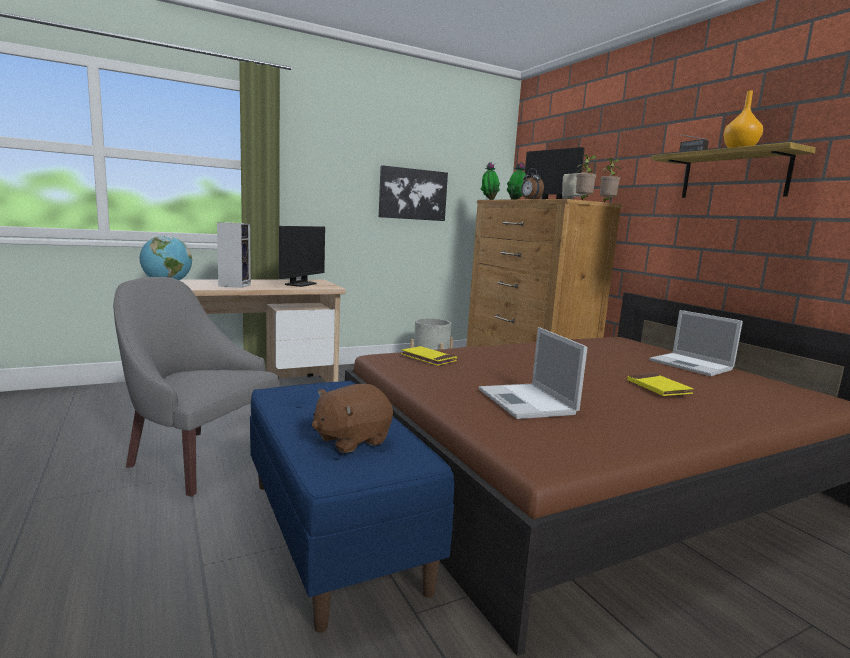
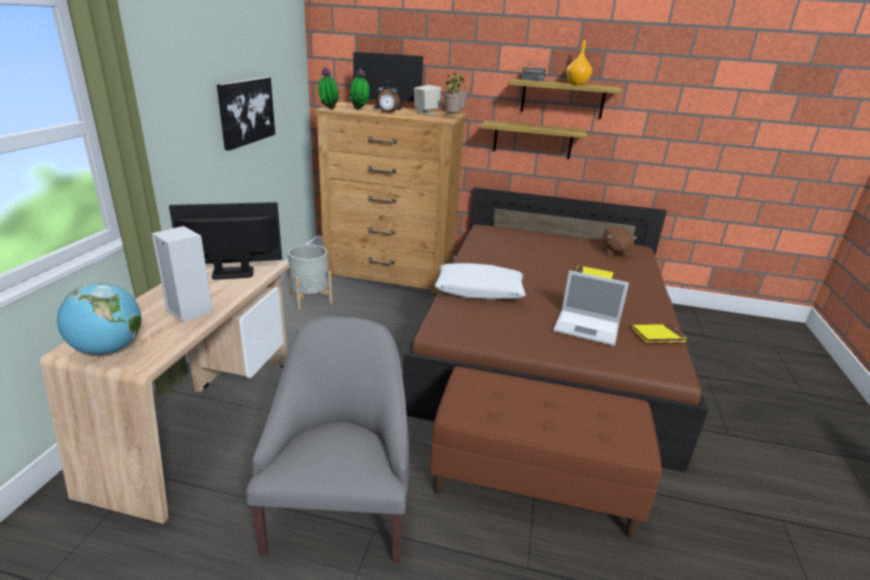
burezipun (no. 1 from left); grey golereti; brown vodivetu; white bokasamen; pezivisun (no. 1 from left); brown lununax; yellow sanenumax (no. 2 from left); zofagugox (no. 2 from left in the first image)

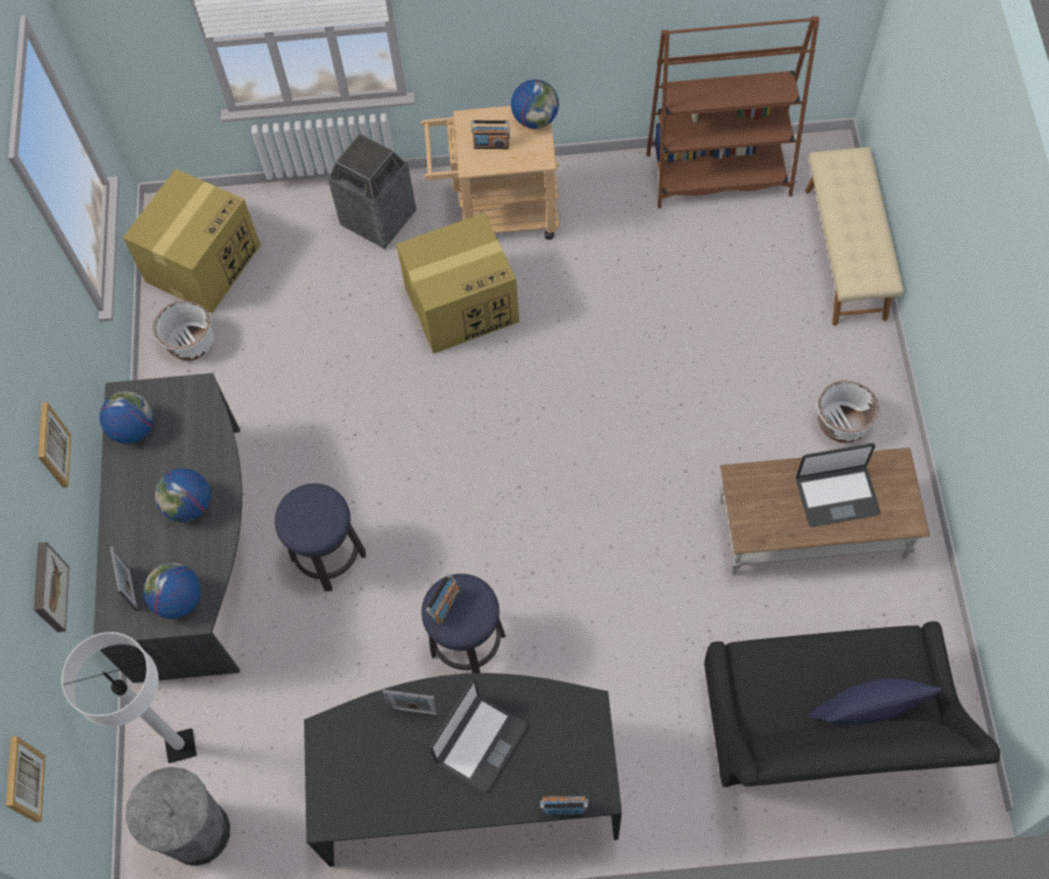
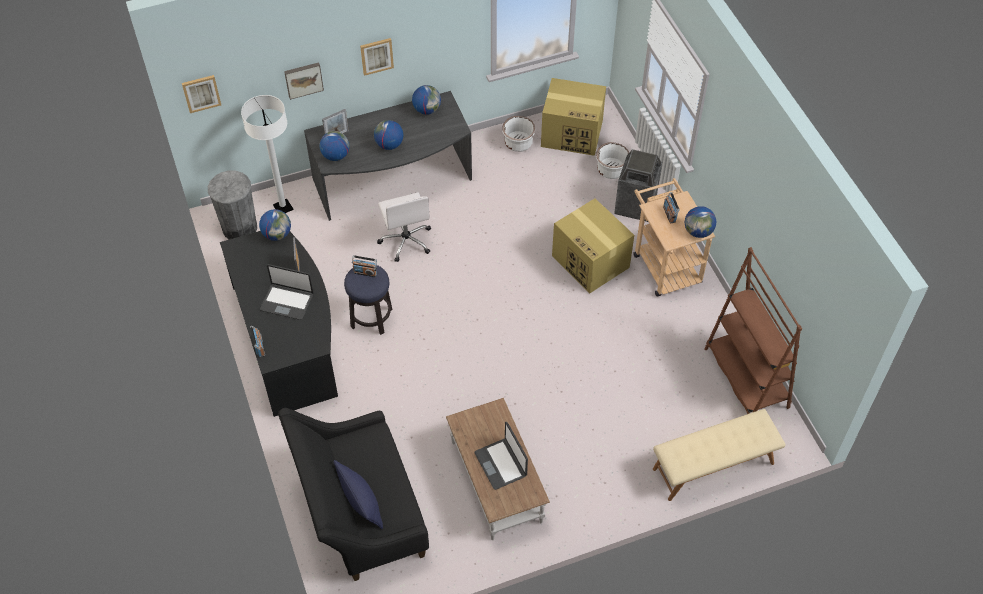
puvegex (no. 1 from left); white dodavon; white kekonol (no. 2 from left)

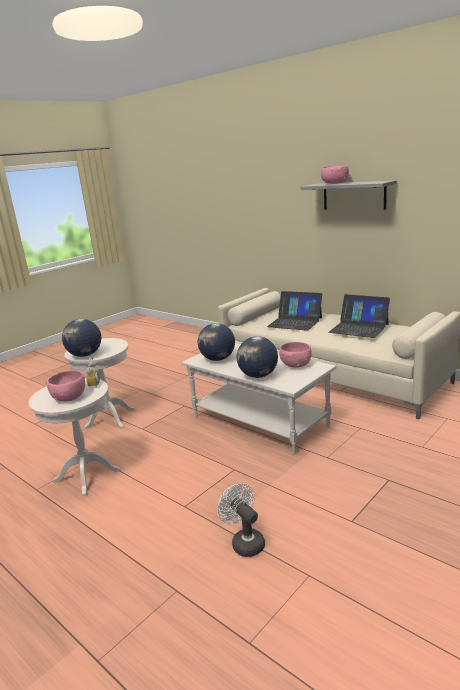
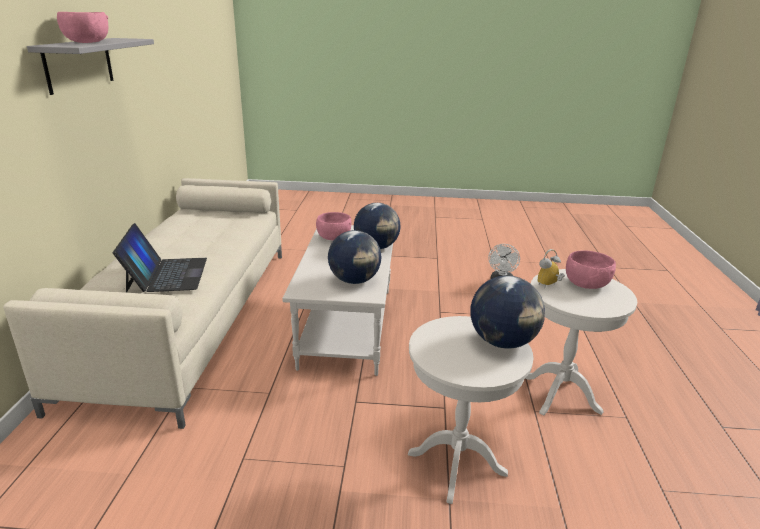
zofagugox (no. 2 from left in the first image)

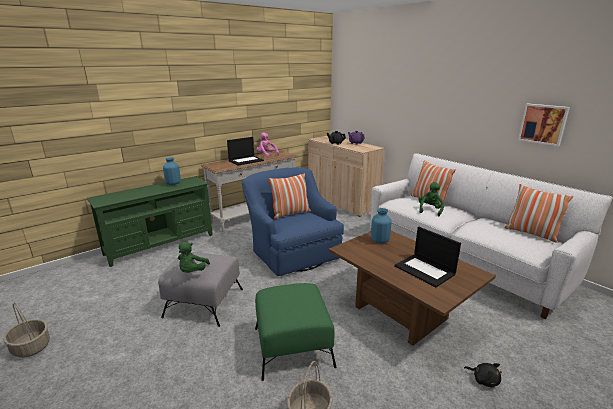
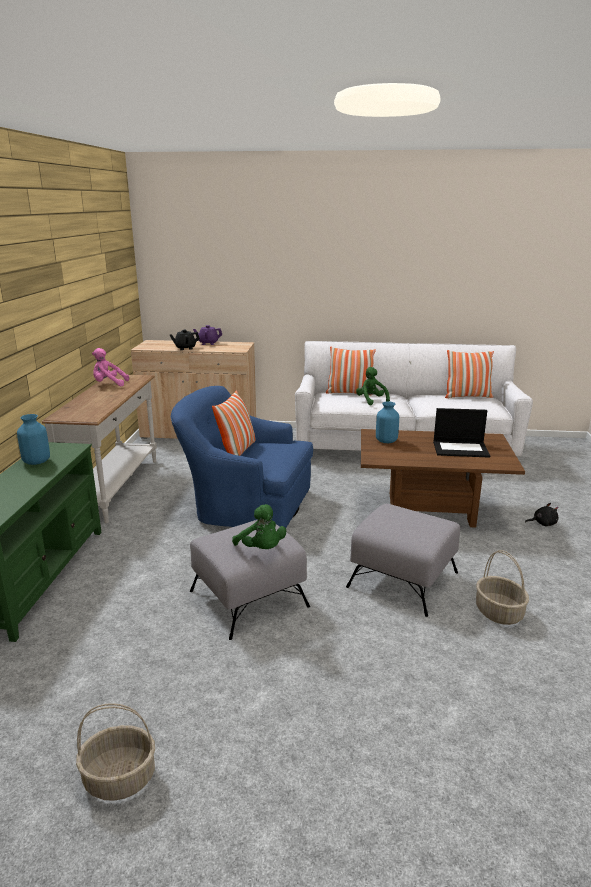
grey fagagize (no. 2 from left); zofagugox (no. 1 from left in the first image); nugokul

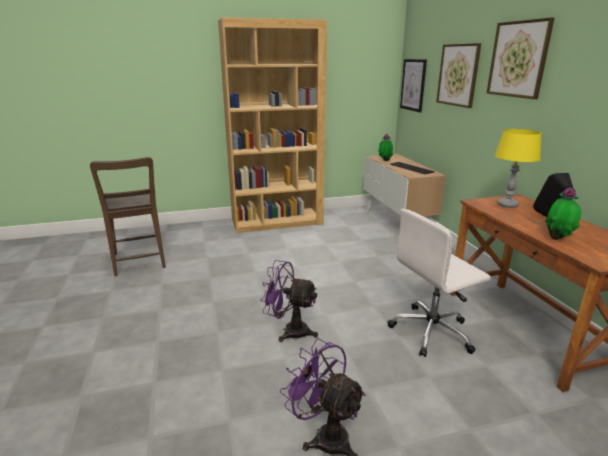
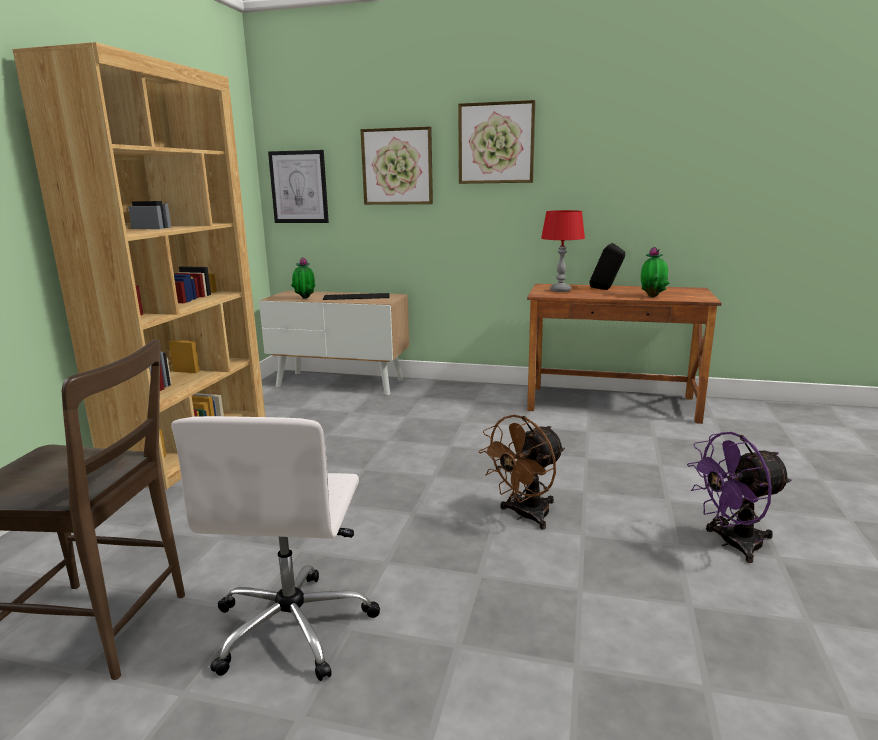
white dodavon; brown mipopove; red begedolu

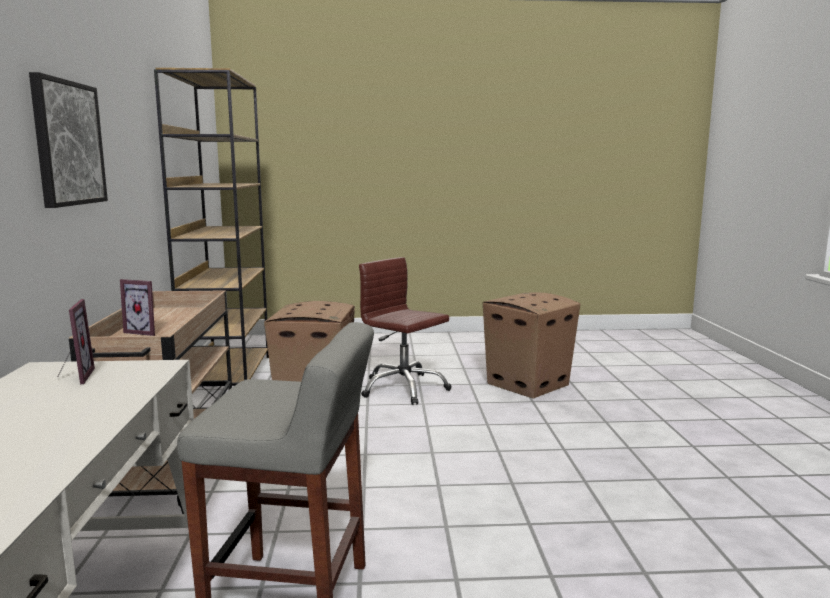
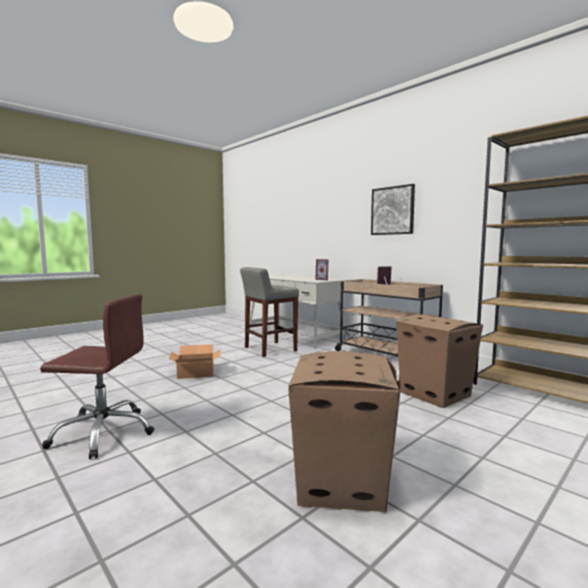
brown dodavon; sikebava (no. 1 from left)

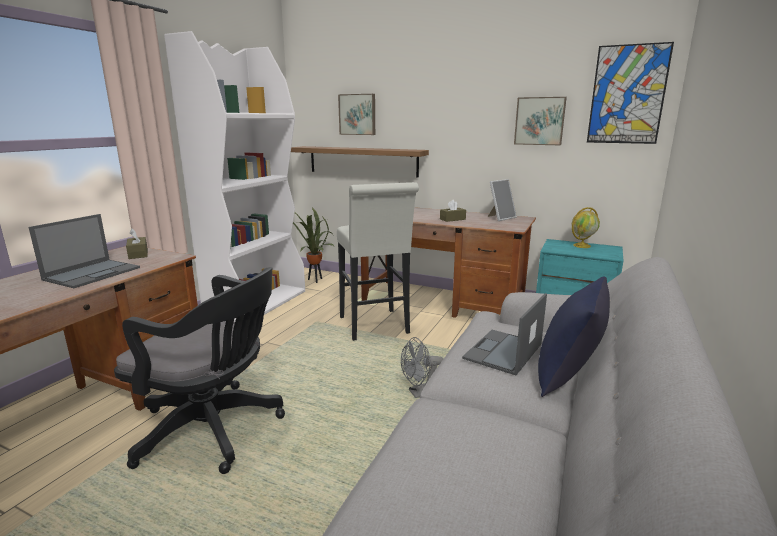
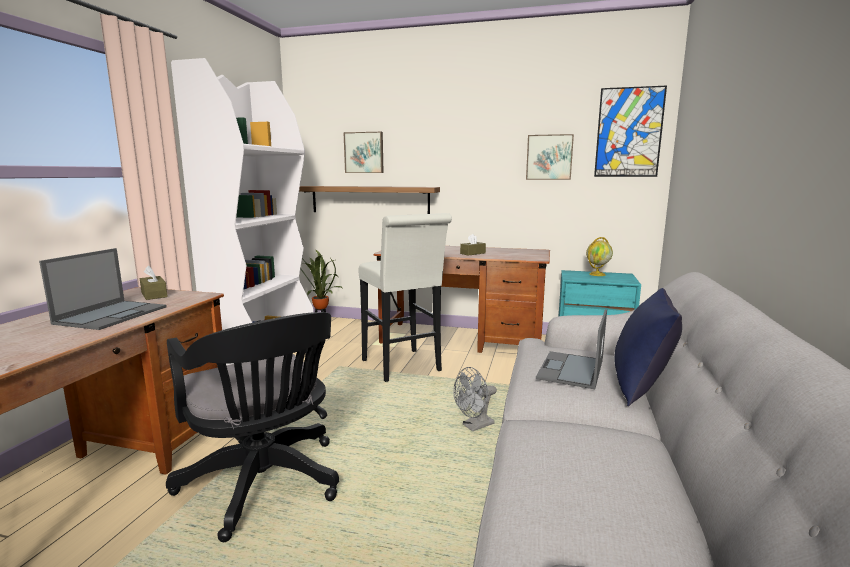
black dodavon; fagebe

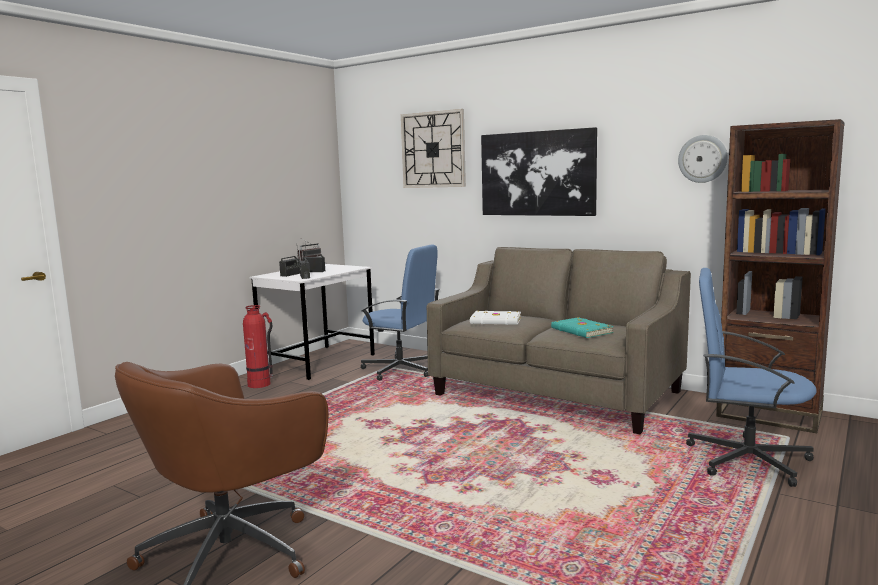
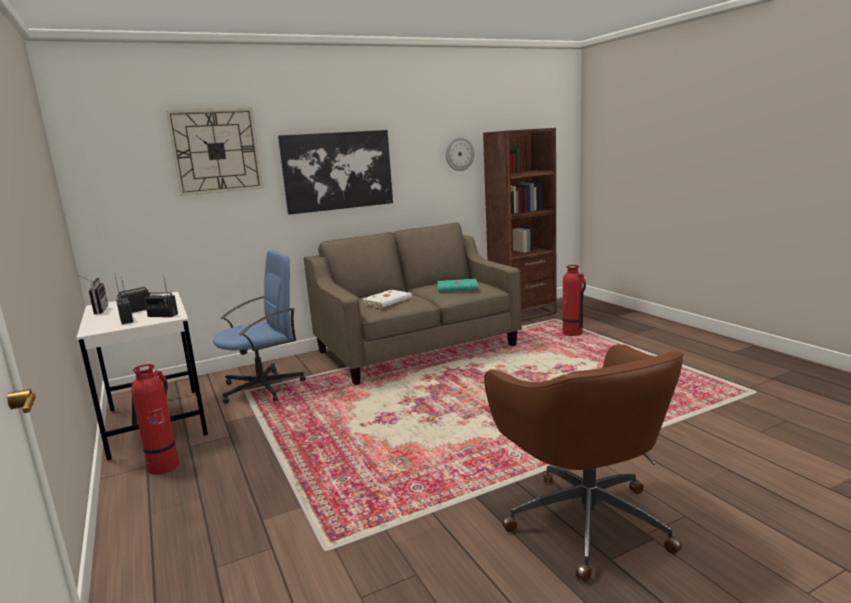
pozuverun (no. 2 from left)

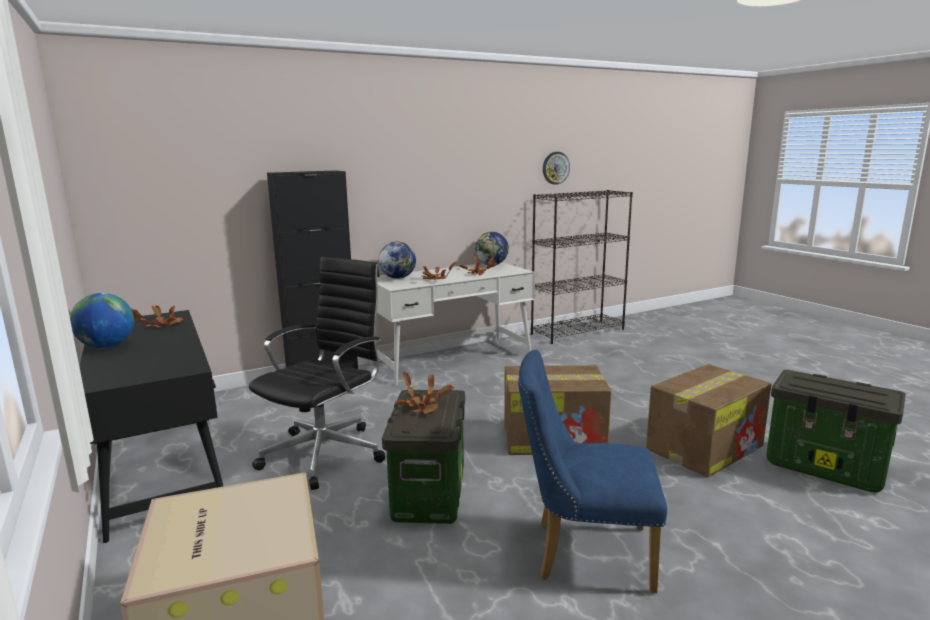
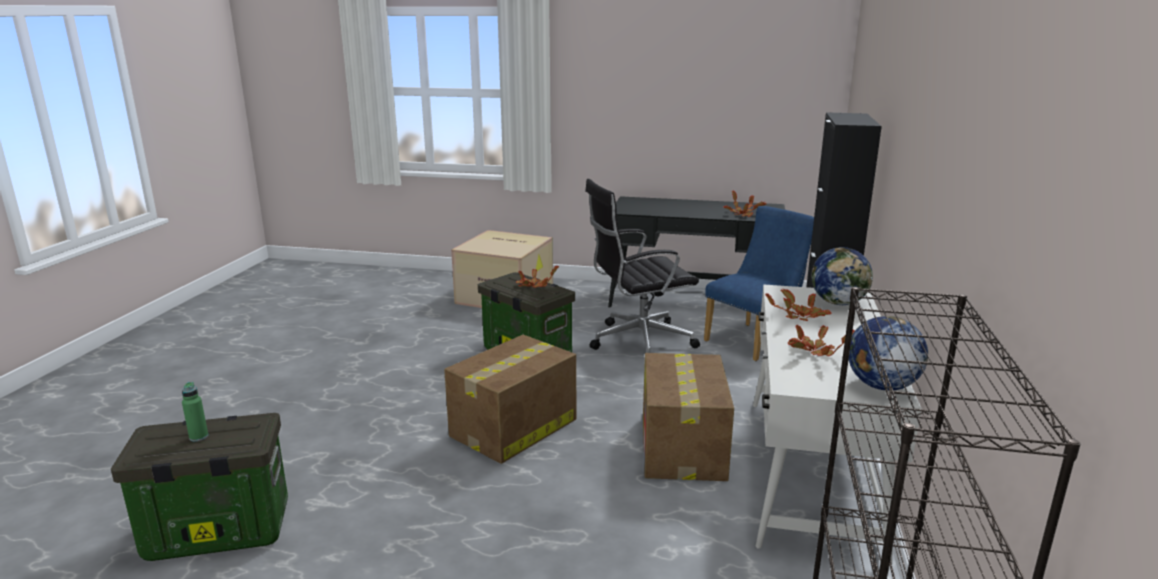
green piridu; black dodavon; sikebava (no. 3 from left); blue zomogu; puvegex (no. 1 from left in the first image); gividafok

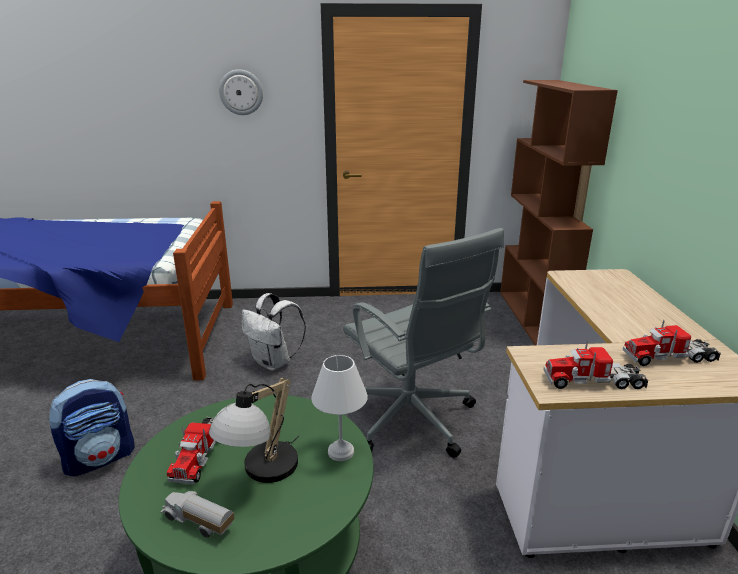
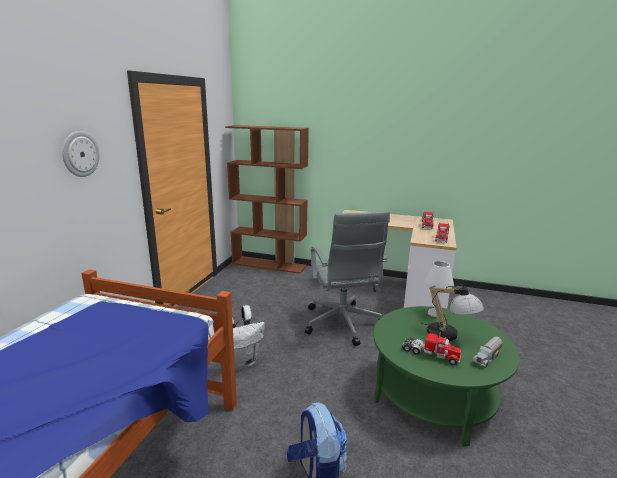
grey dodavon

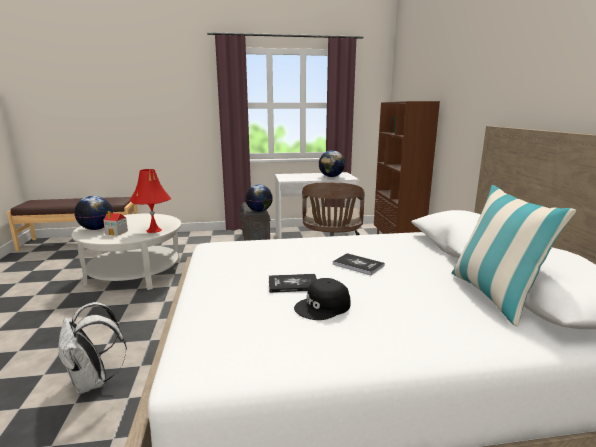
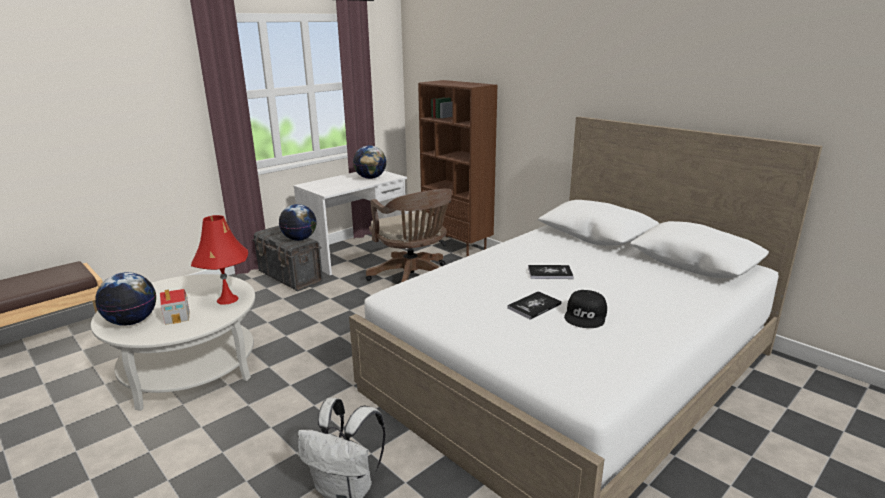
bokasamen

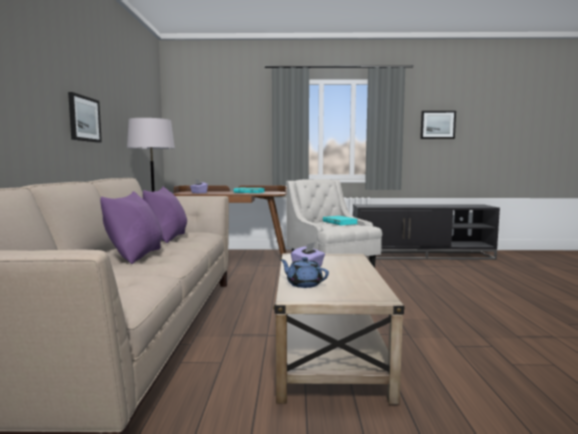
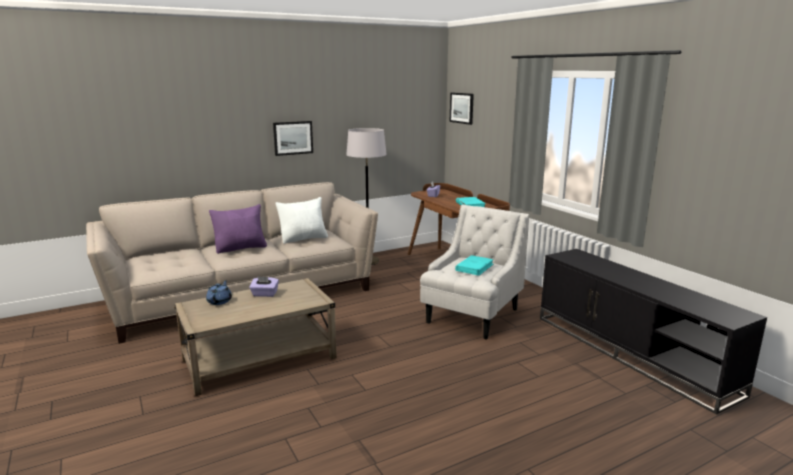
white bokasamen; nugokul (no. 2 from left)

